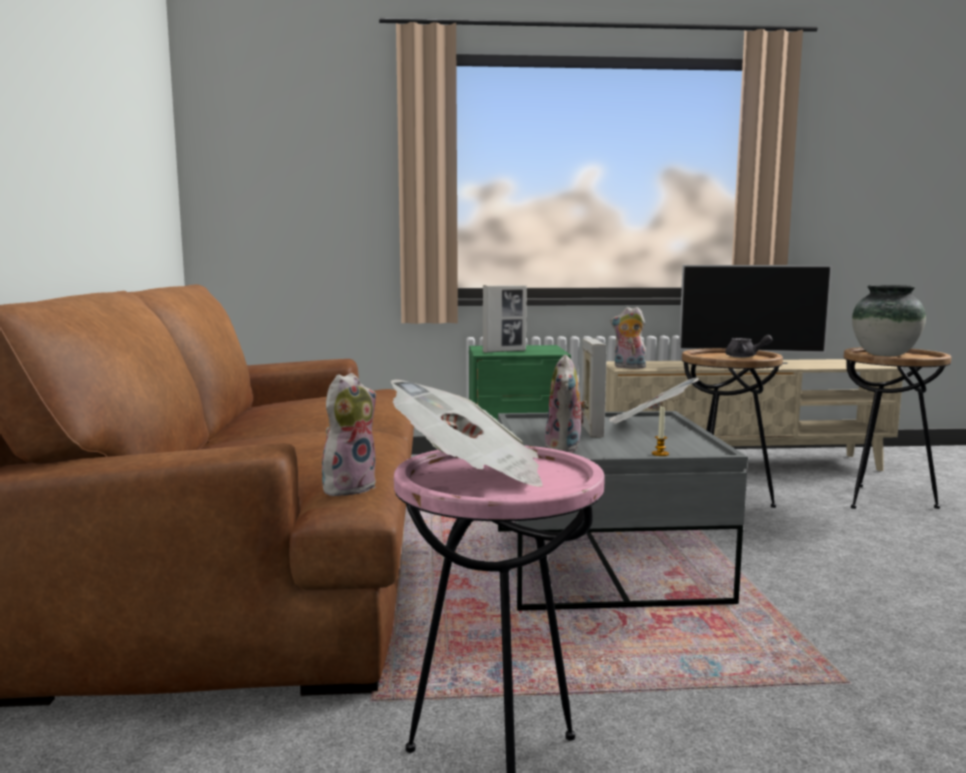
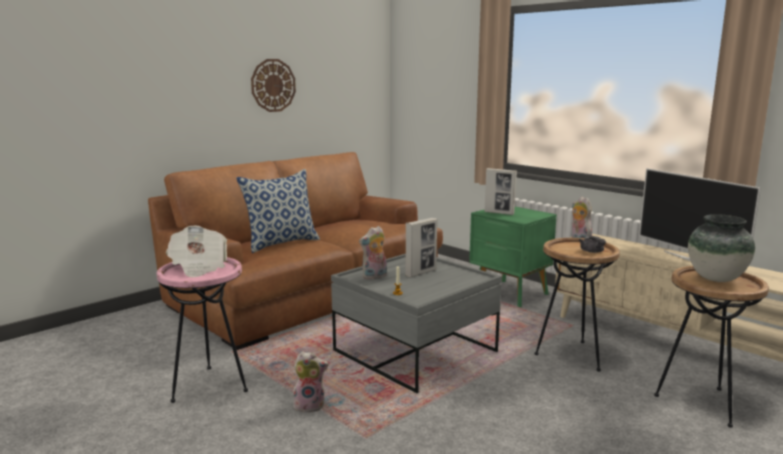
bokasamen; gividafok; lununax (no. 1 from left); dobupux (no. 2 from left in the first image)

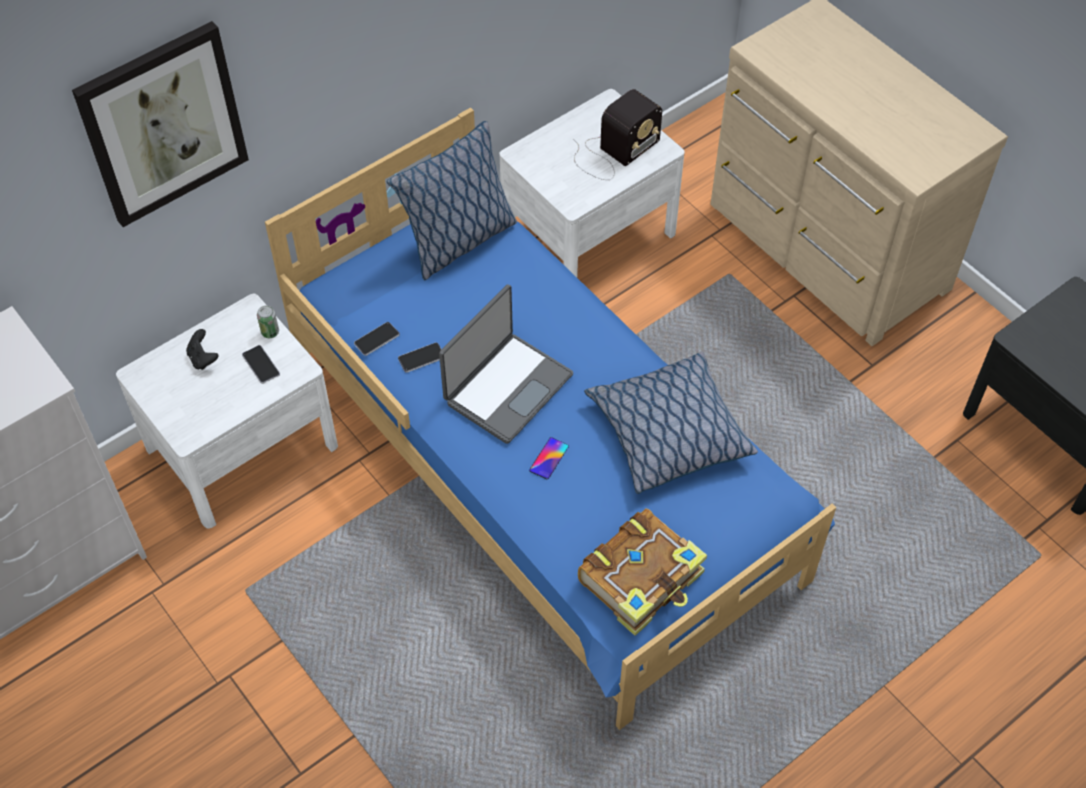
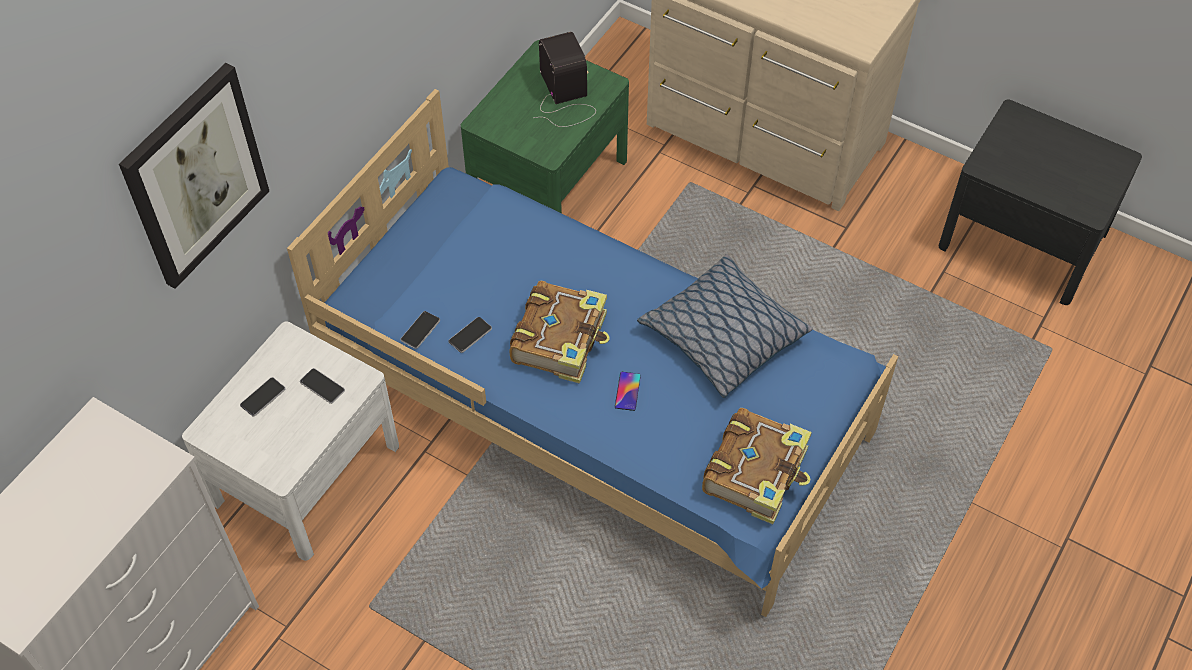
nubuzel (no. 1 from left); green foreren; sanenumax (no. 1 from left); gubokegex; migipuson; bokasamen (no. 1 from left in the first image)

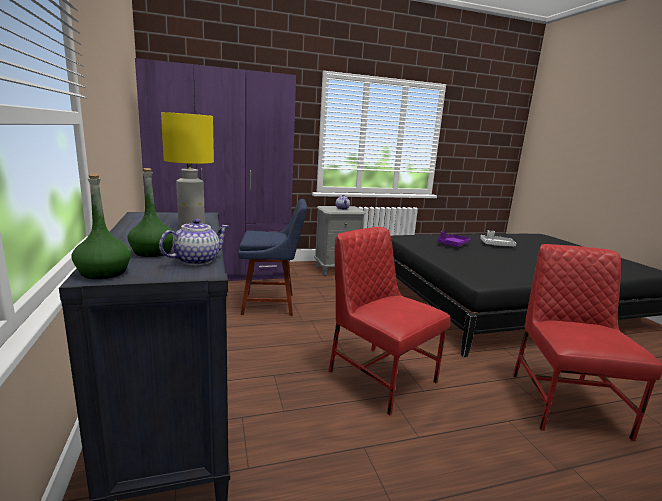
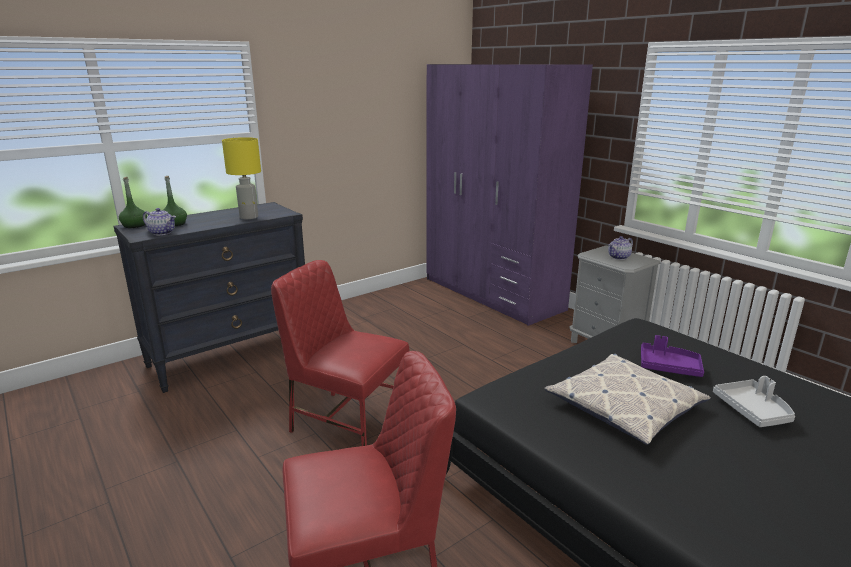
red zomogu (no. 1 from left); bokasamen; blue zomogu

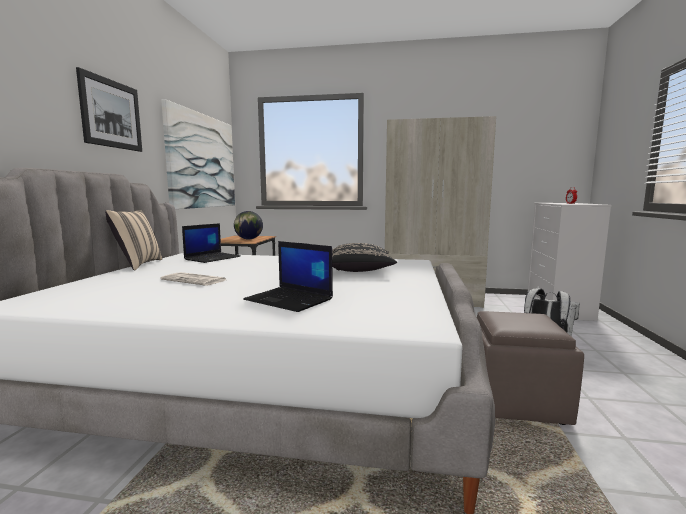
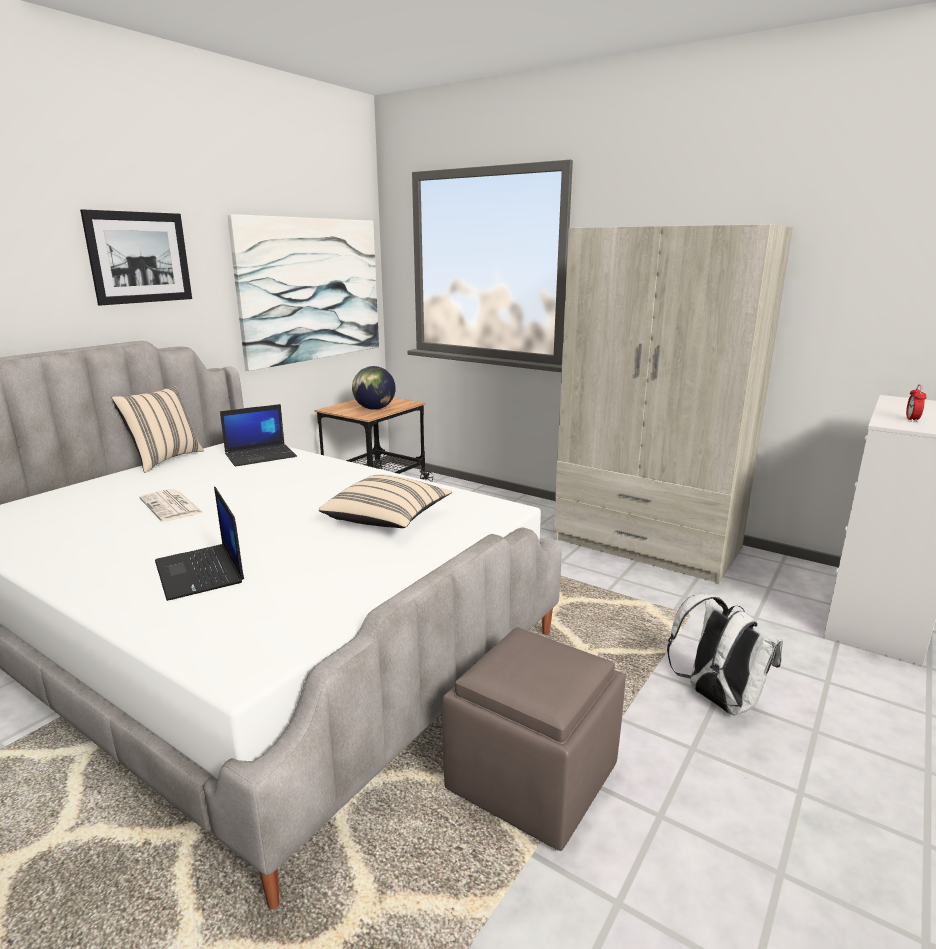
beige bokasamen (no. 2 from left)

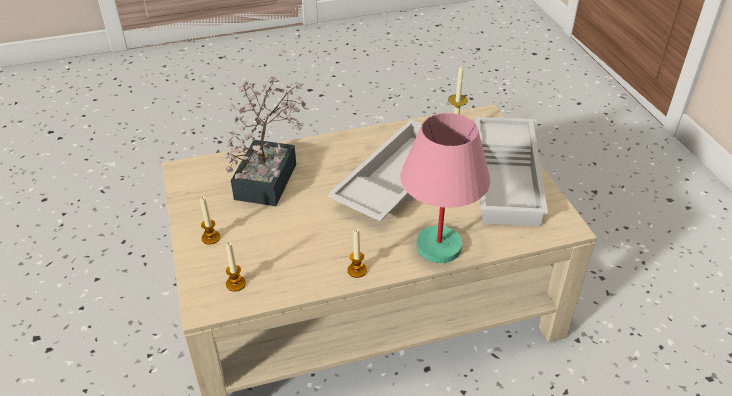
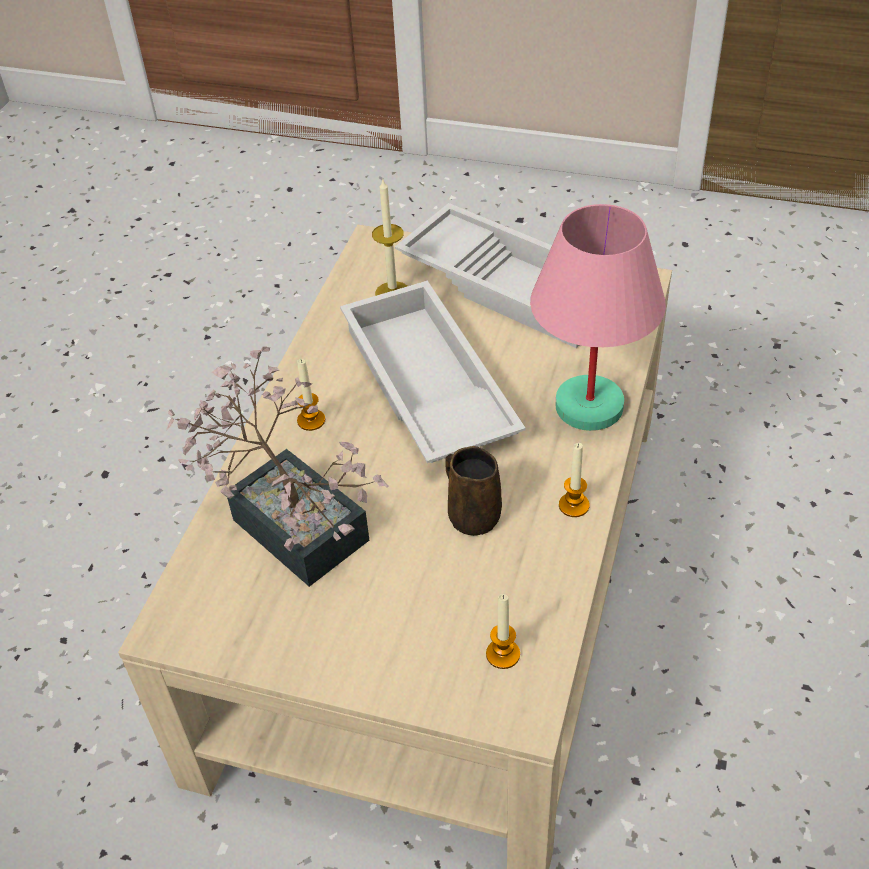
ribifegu (no. 1 from left); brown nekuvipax

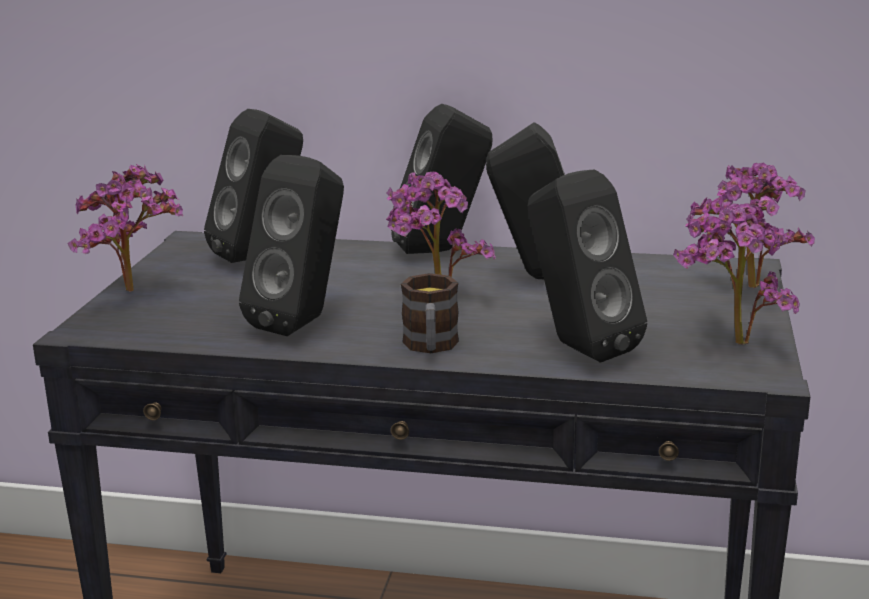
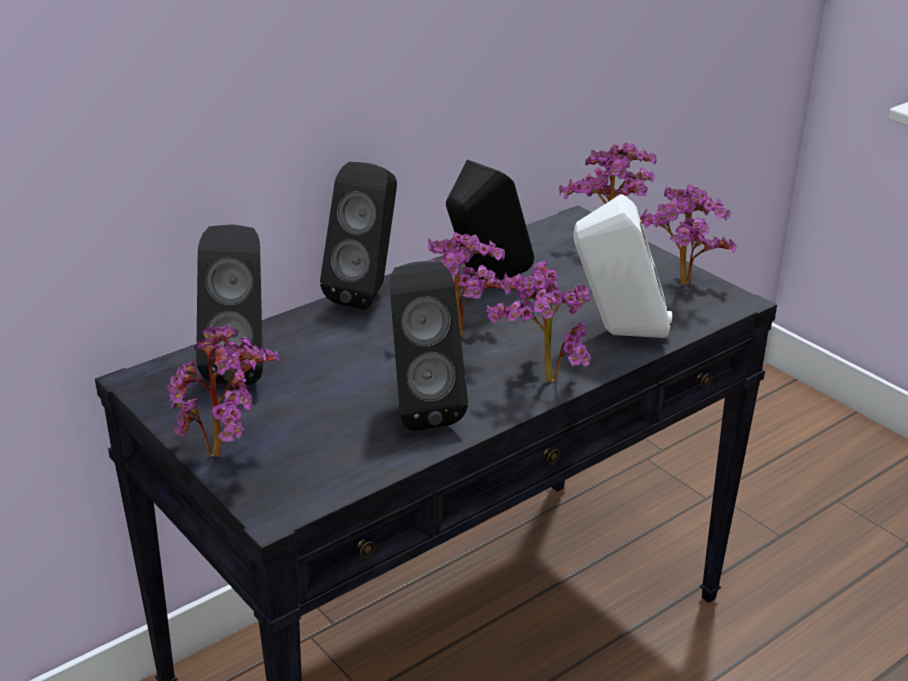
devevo (no. 3 from left); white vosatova

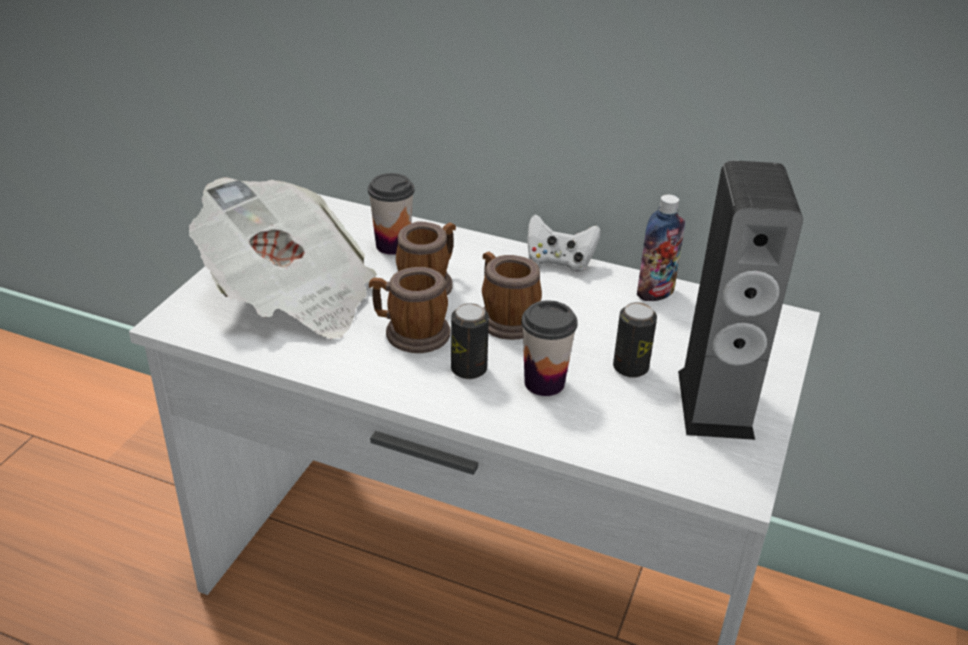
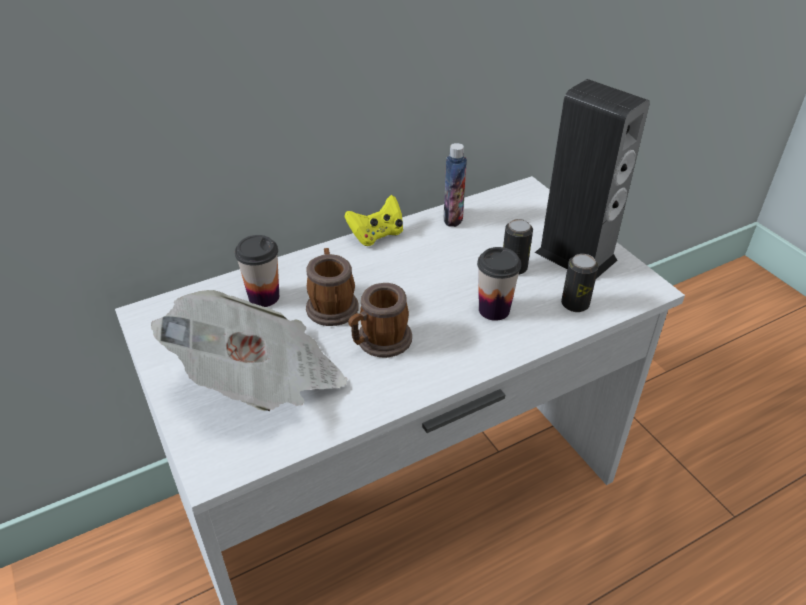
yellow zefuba; migipuson (no. 2 from left); nekuvipax (no. 3 from left in the first image)

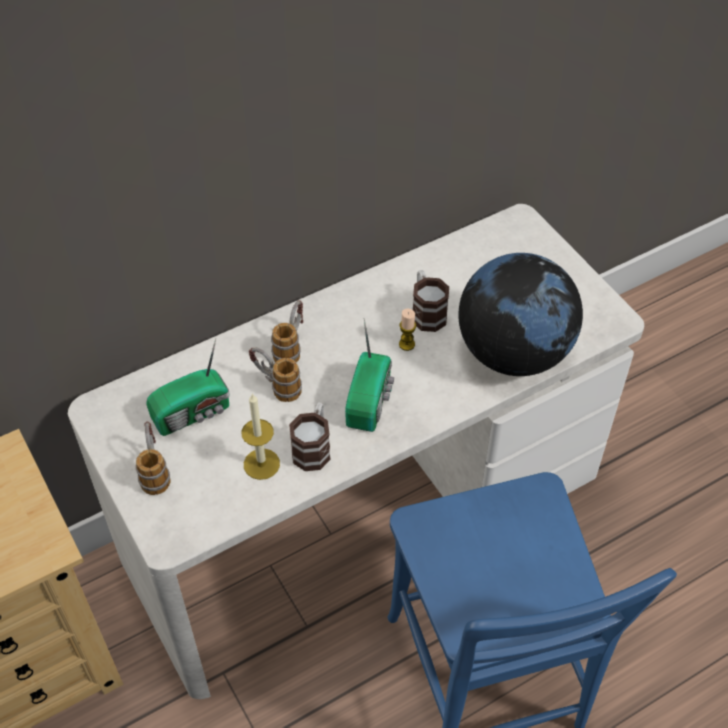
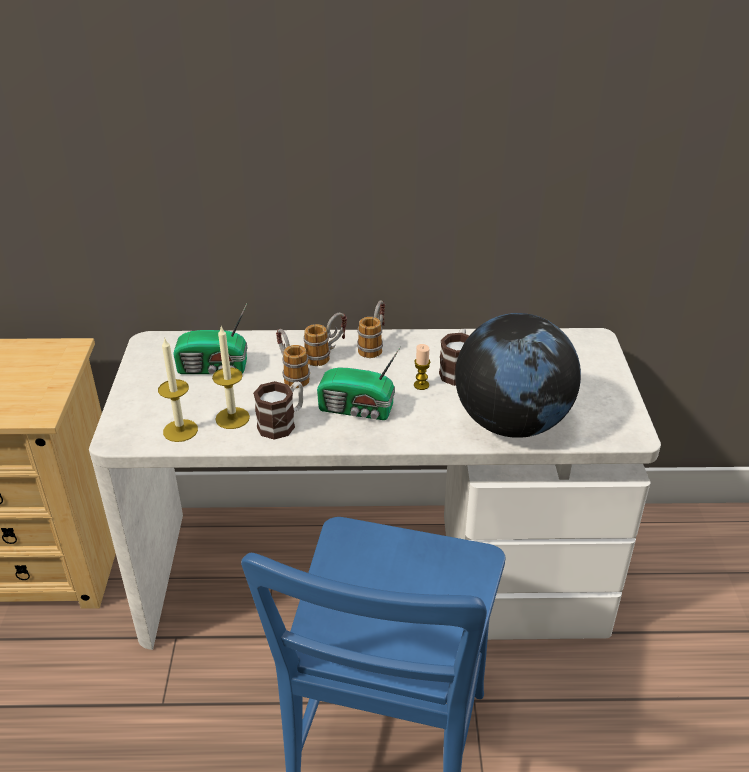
ribifegu (no. 1 from left); gubokegex (no. 2 from left); nekuvipax (no. 4 from left)

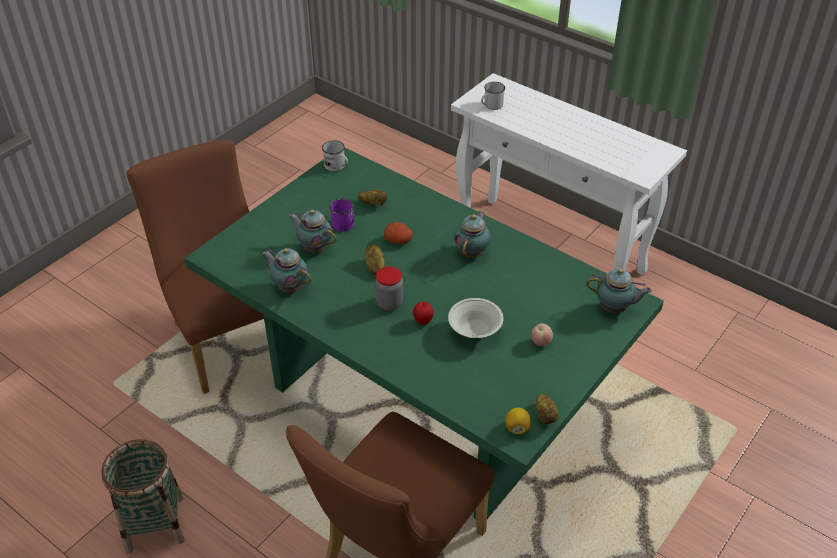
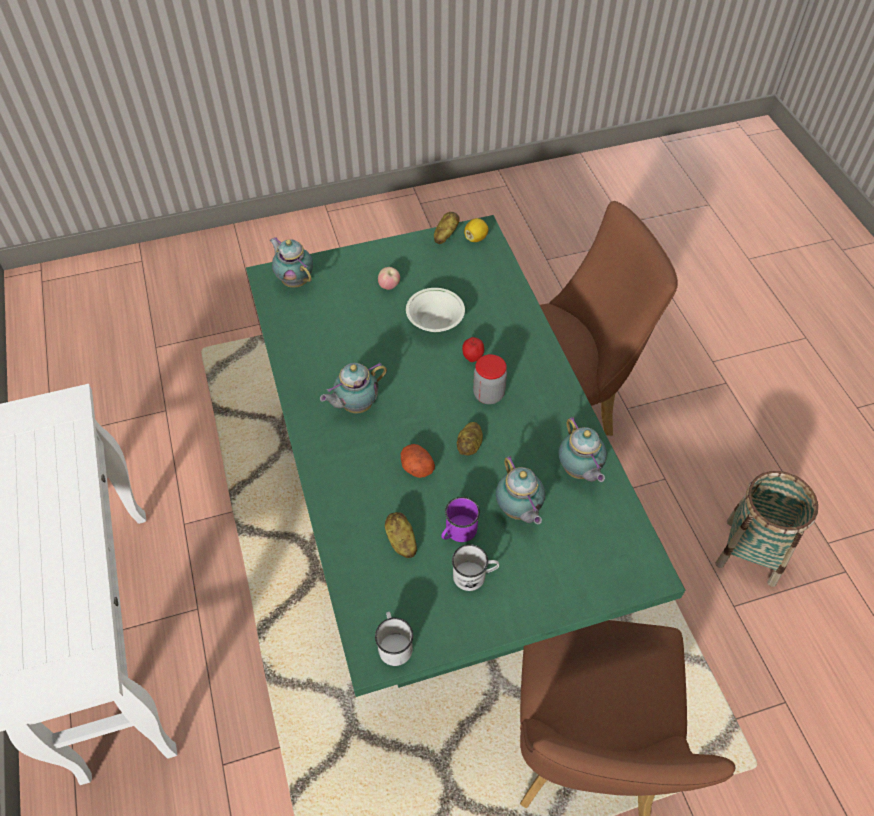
white nekuvipax (no. 2 from left)

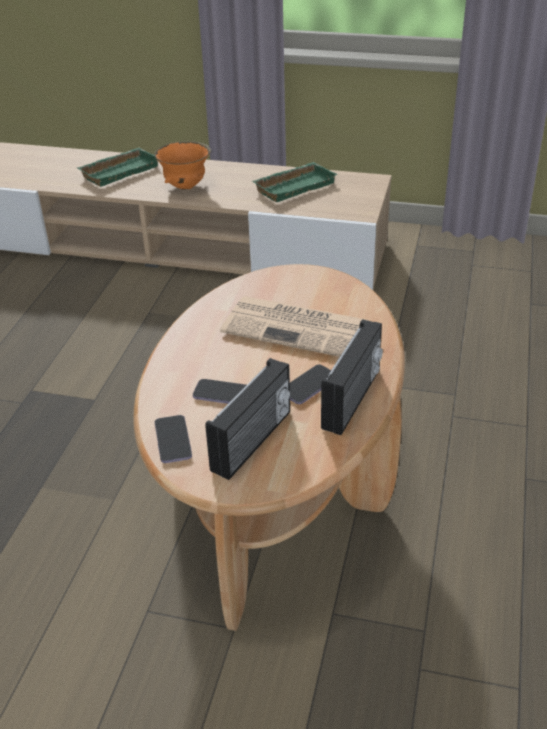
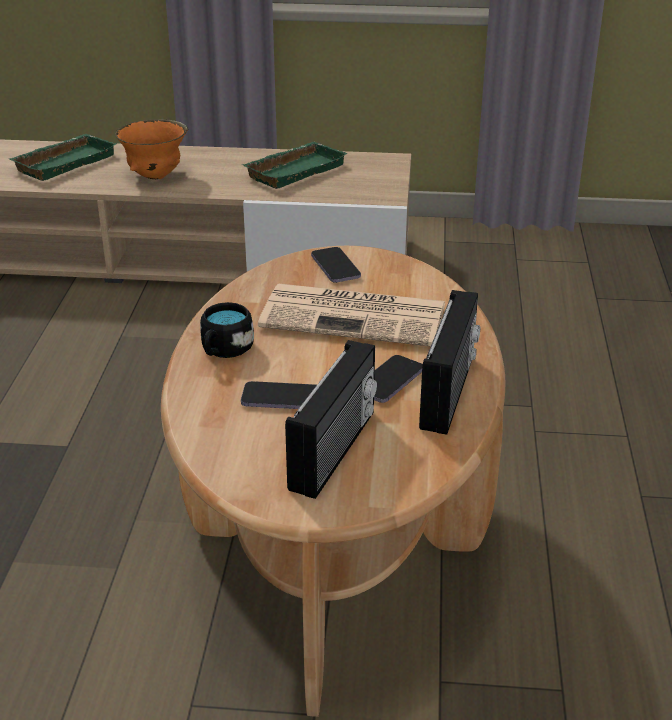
black nekuvipax; nubuzel (no. 2 from left)

